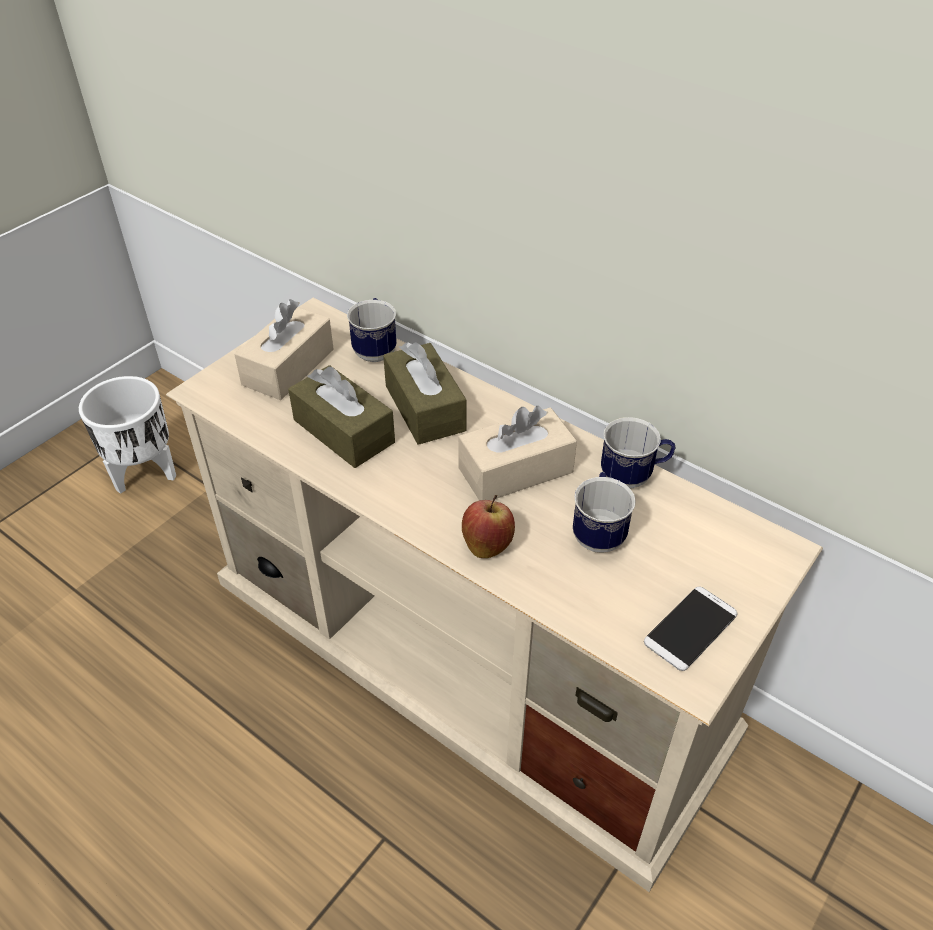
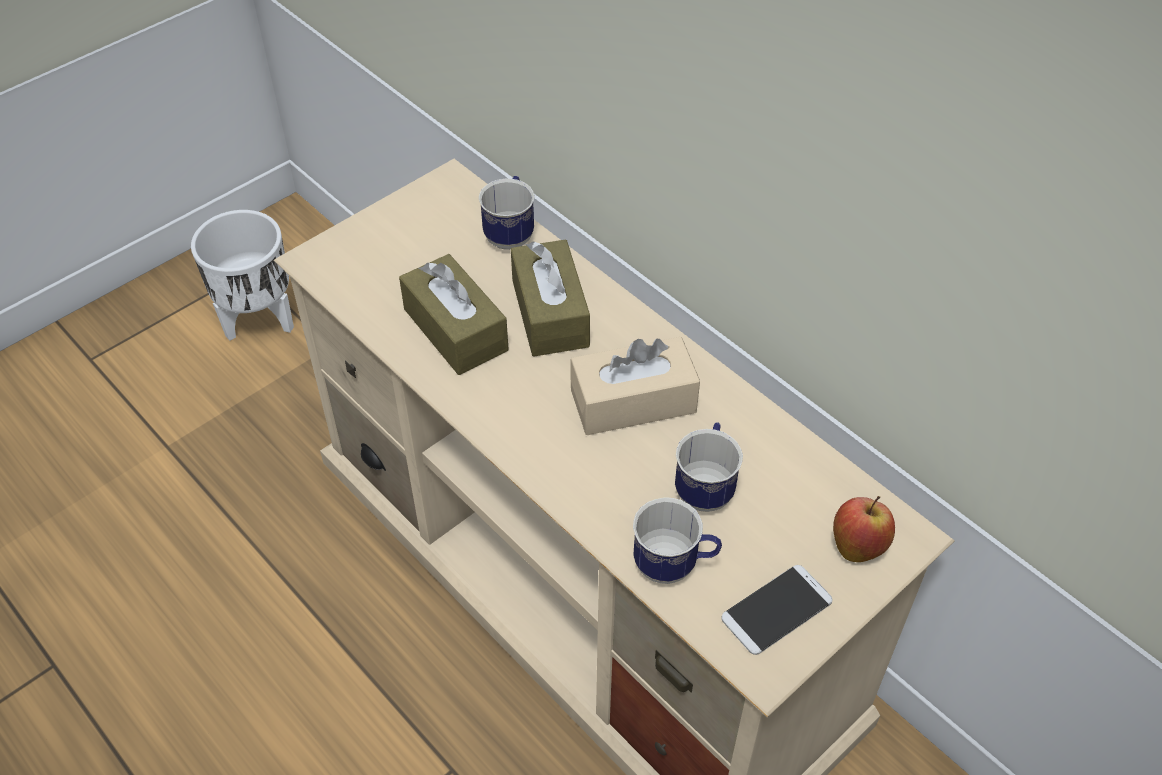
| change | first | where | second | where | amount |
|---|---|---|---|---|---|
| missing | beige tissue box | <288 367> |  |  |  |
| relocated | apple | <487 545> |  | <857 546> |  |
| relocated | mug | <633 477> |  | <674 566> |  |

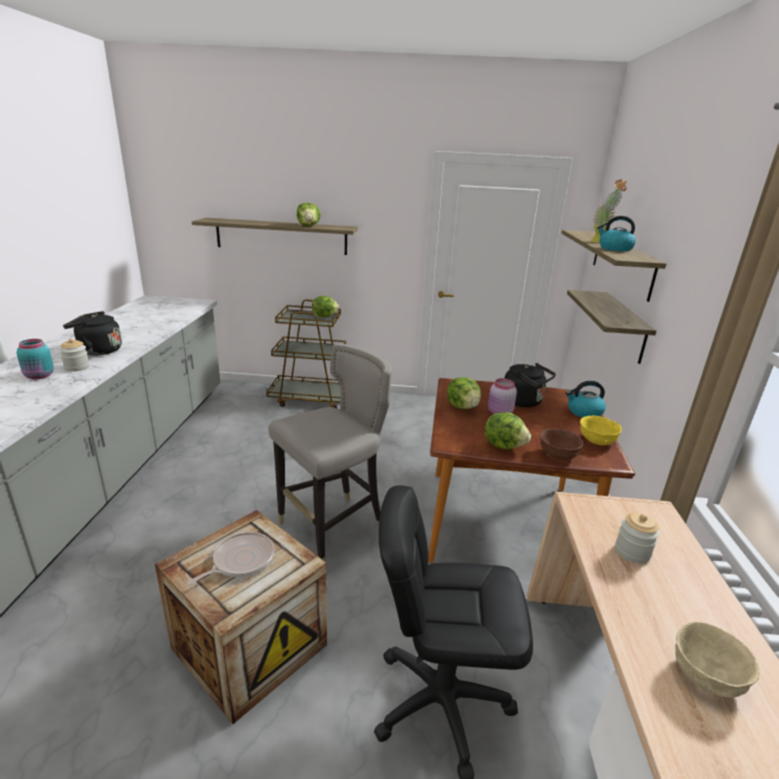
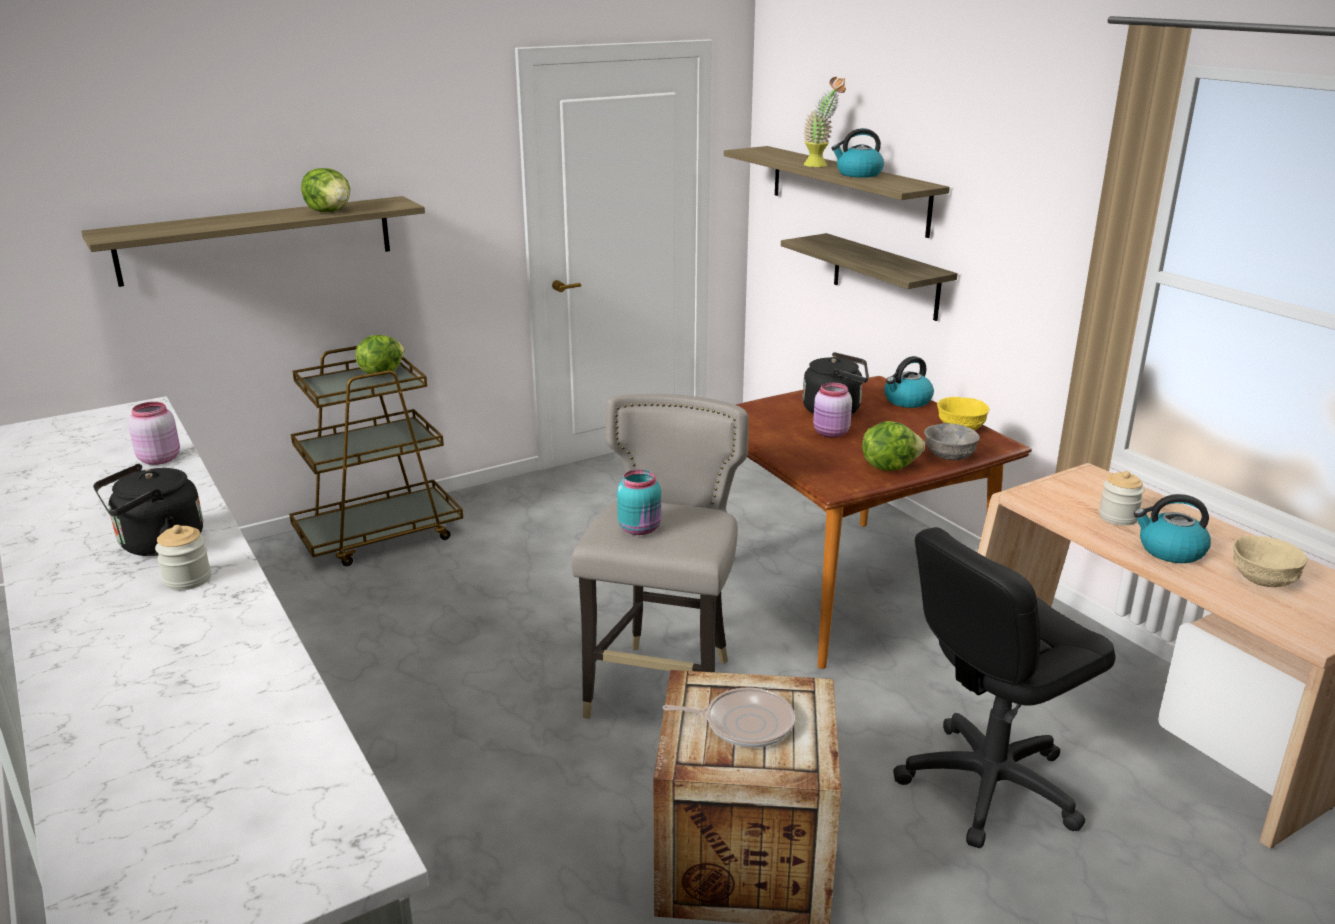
| change | first | where | second | where | amount |
|---|---|---|---|---|---|
| missing | lettuce | <463 407> |  |  |  |
| appeared |  |  | pink jar | <159 458> |  |
| appeared |  |  | kettle | <1170 551> |  |
| relocated | turquoise jar | <40 376> |  | <641 528> |  |
| colour | brown bowl | <557 455> | grey bowl | <948 456> |  |
| spun | frying pan | <240 560> |  | <744 724> | 90 degrees clockwise |

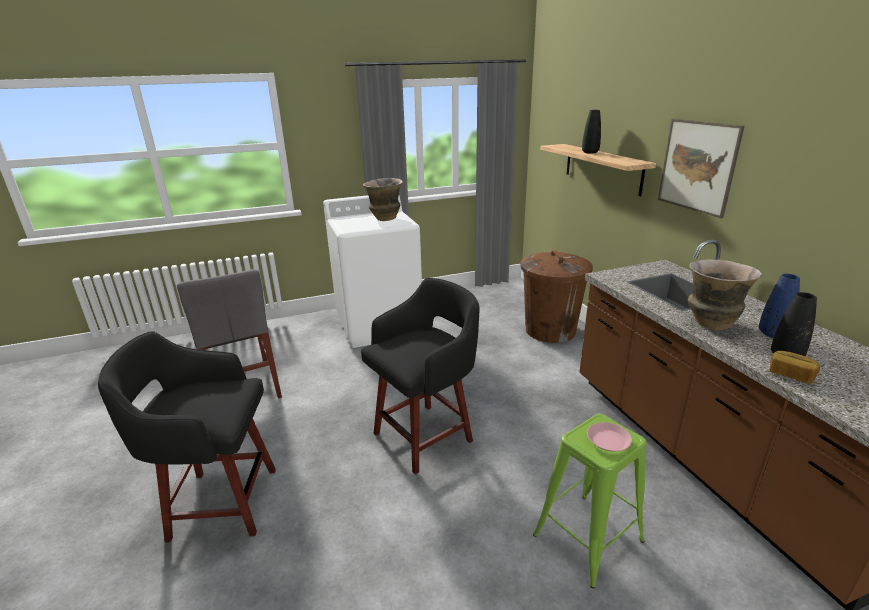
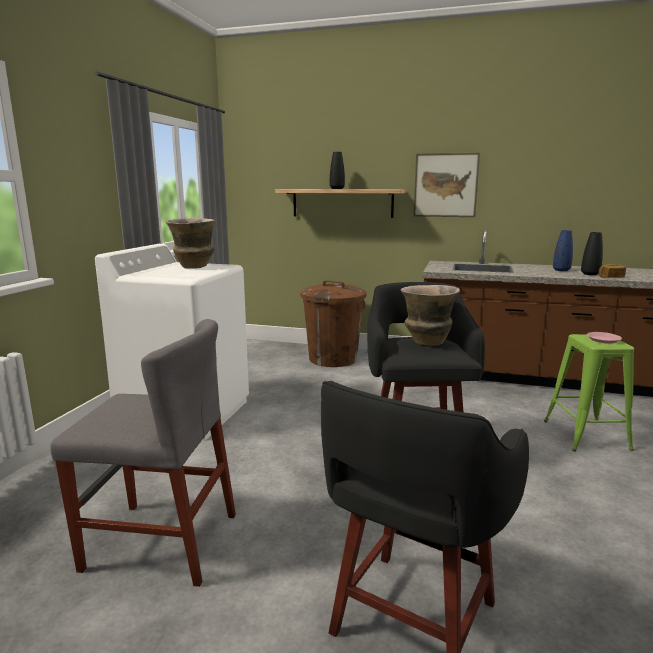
| change | first | where | second | where | amount |
|---|---|---|---|---|---|
| relocated | vase | <710 323> |  | <426 342> |  |

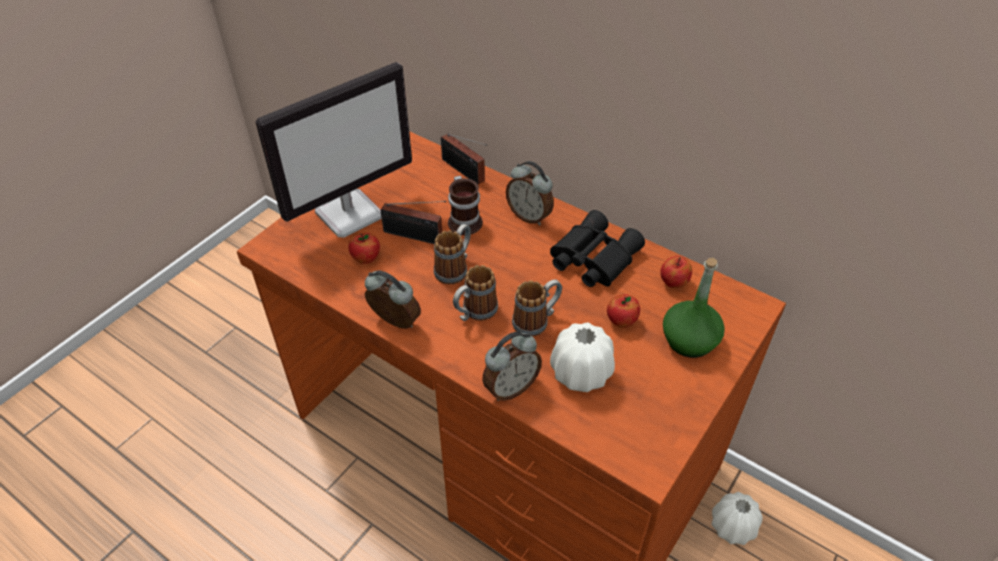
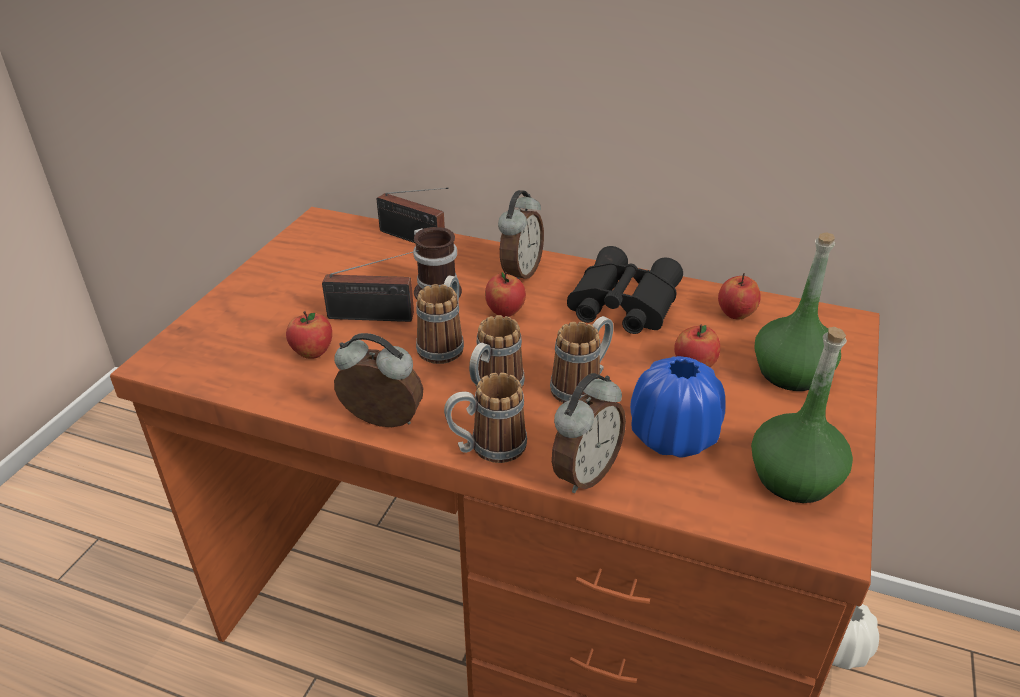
| change | first | where | second | where | amount |
|---|---|---|---|---|---|
| missing | monitor | <350 213> |  |  |  |
| appeared |  |  | mug | <487 448> |  |
| appeared |  |  | apple | <505 312> |  |
| appeared |  |  | green bottle | <794 477> |  |
| colour | white vase | <581 373> | blue vase | <673 436> |  |
| spun | alarm clock | <529 216> |  | <520 273> | 90 degrees counterclockwise |

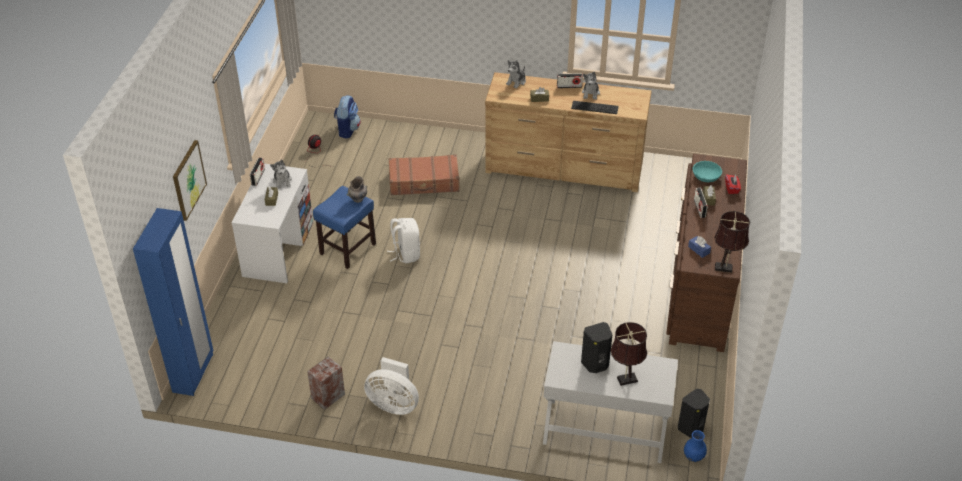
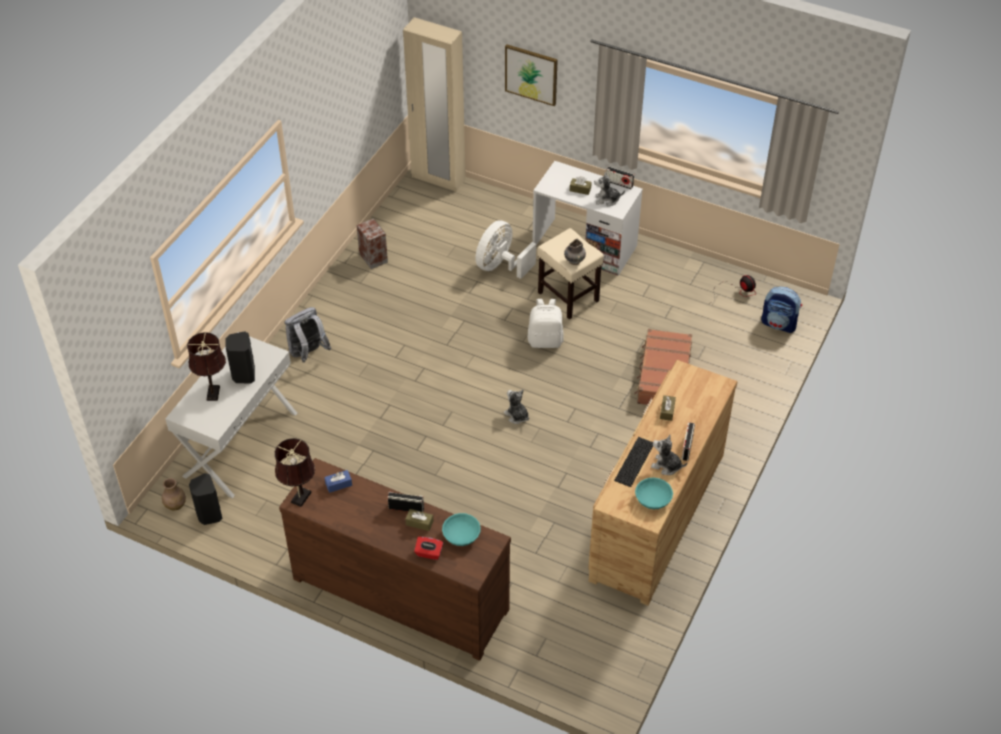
| change | first | where | second | where | amount |
|---|---|---|---|---|---|
| appeared |  |  | grey backpack | <308 353> |  |
| appeared |  |  | turquoise bowl | <653 498> |  |
| relocated | white fan | <393 404> |  | <501 266> |  |
| relocated | plush toy | <516 82> |  | <517 416> |  |
| colour | blue wardrobe | <193 373> | beige wardrobe | <438 179> |  |
| colour | blue stool | <347 249> | beige stool | <567 296> |  |
| colour | blue vase | <693 456> | brown vase | <176 505> |  |

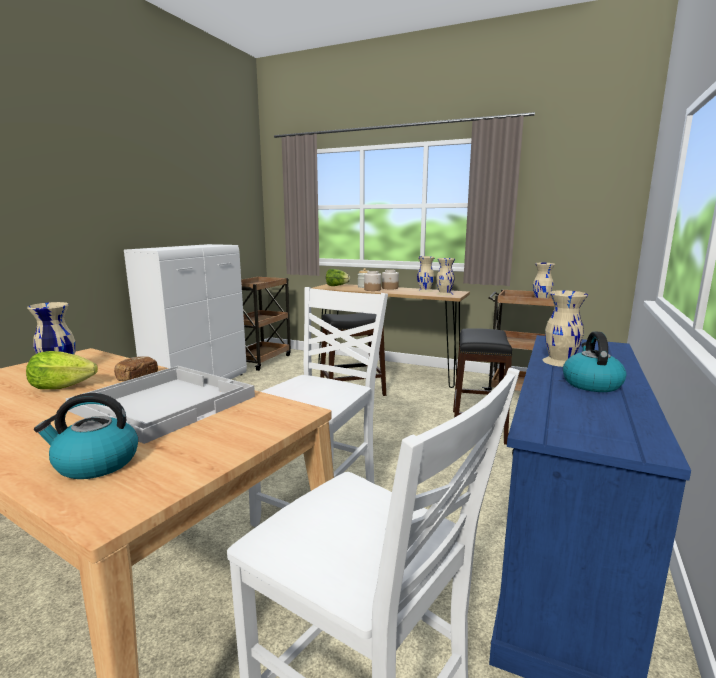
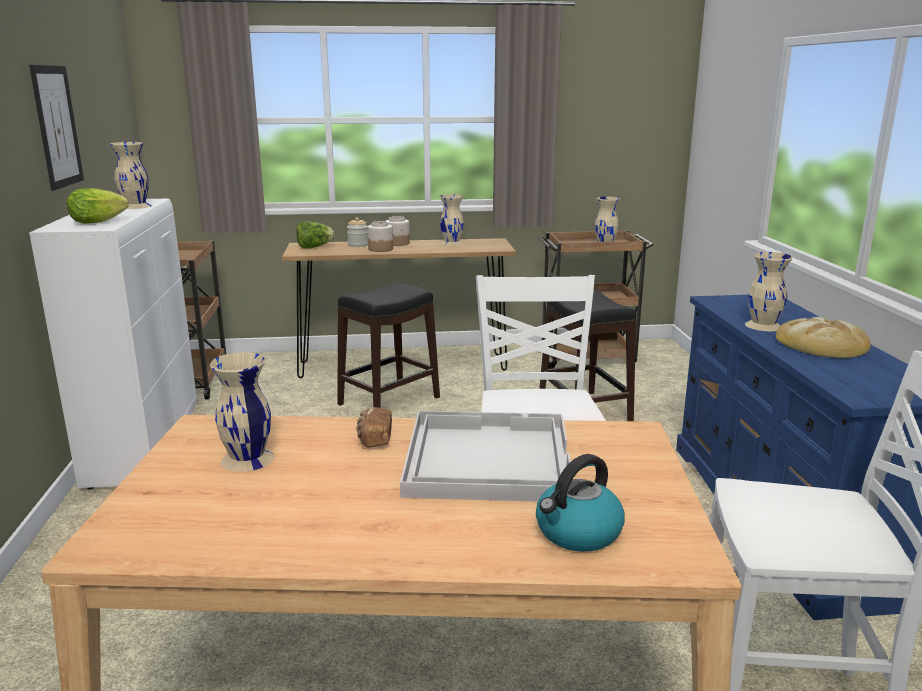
| change | first | where | second | where | amount |
|---|---|---|---|---|---|
| appeared |  |  | picture | <57 126> |  |
| relocated | lettuce | <62 387> |  | <97 222> |  |
| relocated | beige vase | <444 294> |  | <135 206> |  |
| exchanged | kettle | <591 384> | bread | <822 345> |  |

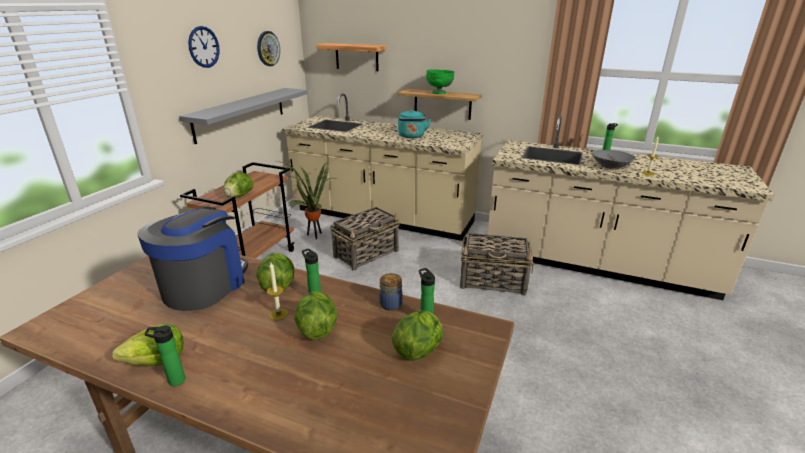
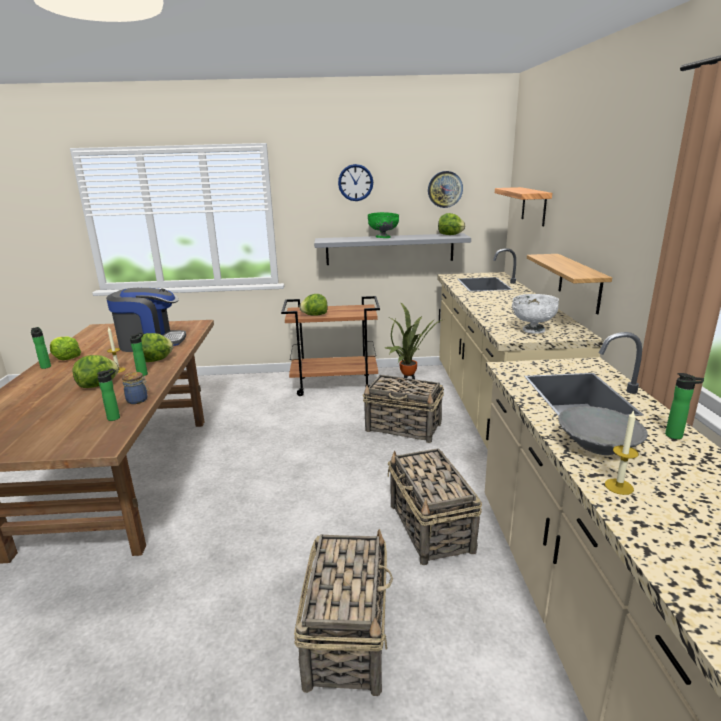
| change | first | where | second | where | amount |
|---|---|---|---|---|---|
| missing | turquoise kettle | <412 136> |  |  |  |
| appeared |  |  | basket | <347 636> |  |
| appeared |  |  | white bowl | <533 330> |  |
| relocated | lettuce | <418 350> |  | <450 235> |  |
| relocated | green bowl | <439 93> |  | <383 237> |  |

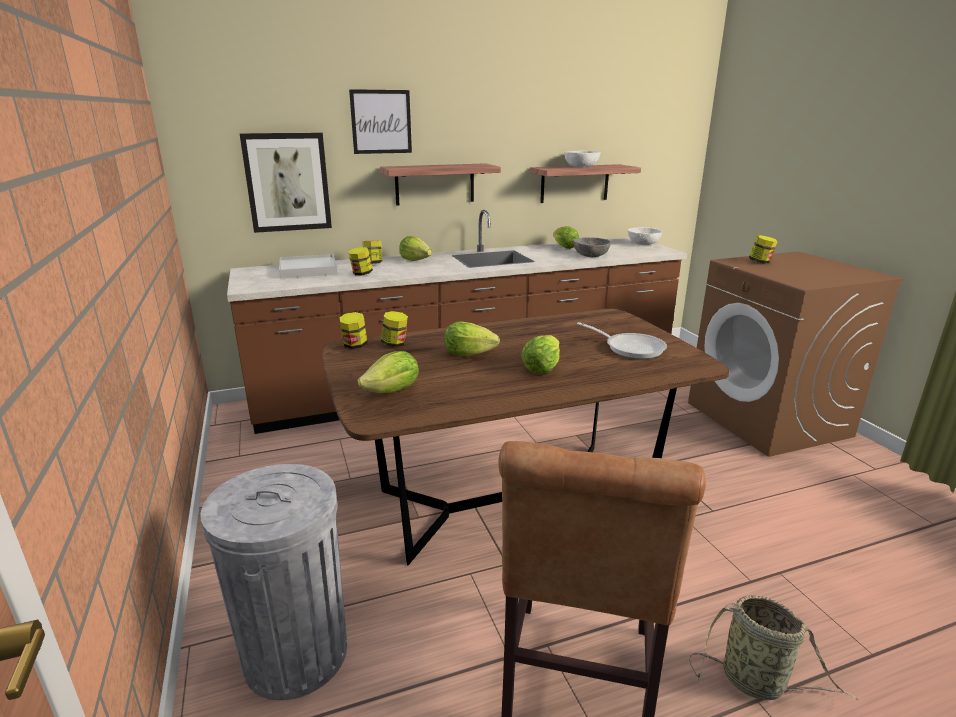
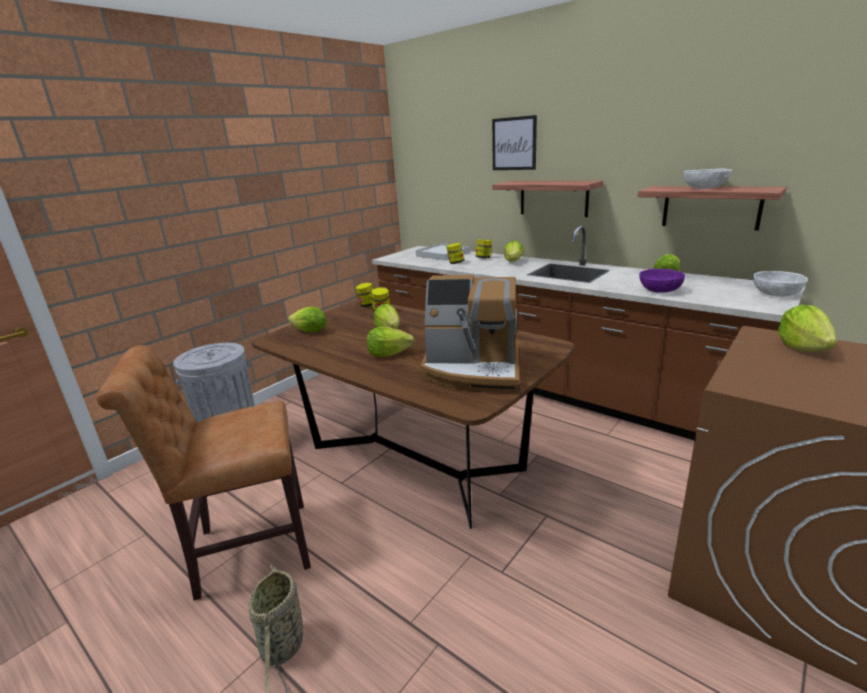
| change | first | where | second | where | amount |
|---|---|---|---|---|---|
| missing | picture | <287 182> |  |  |  |
| exchanged | frying pan | <630 348> | coffee machine | <473 370> |  |
| exchanged | jar | <760 262> | lettuce | <803 347> |  |
| colour | grey bowl | <590 255> | purple bowl | <660 290> |  |

